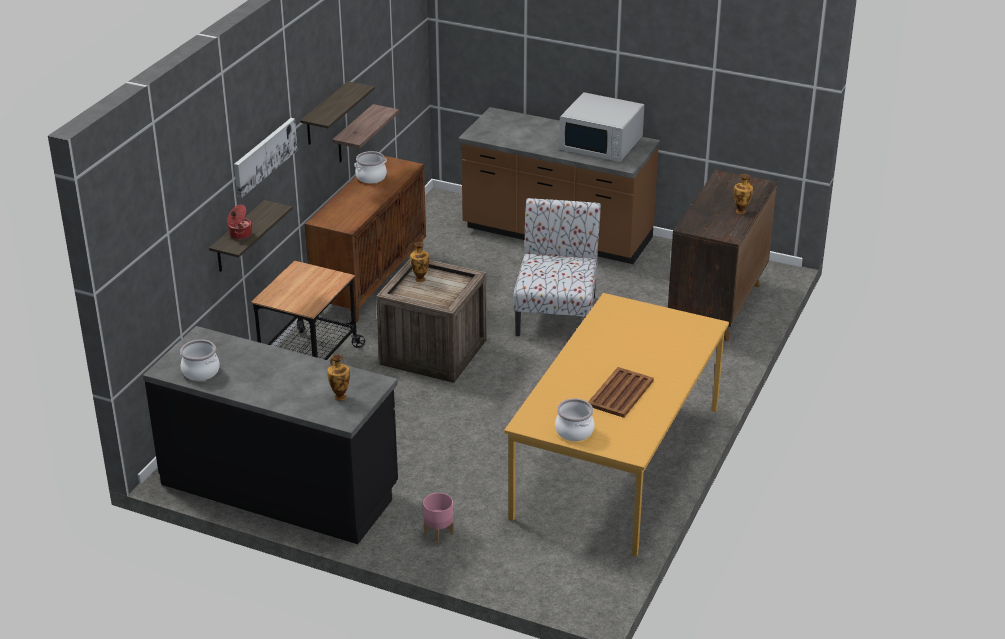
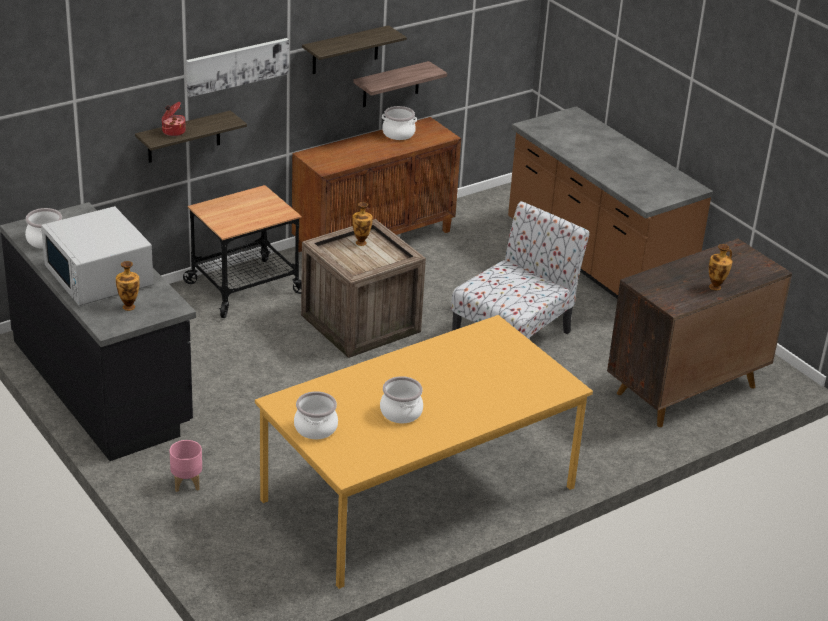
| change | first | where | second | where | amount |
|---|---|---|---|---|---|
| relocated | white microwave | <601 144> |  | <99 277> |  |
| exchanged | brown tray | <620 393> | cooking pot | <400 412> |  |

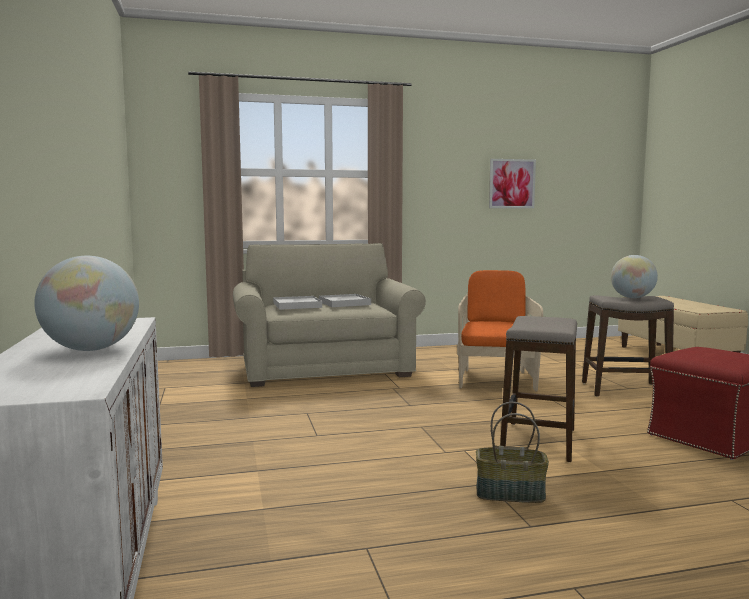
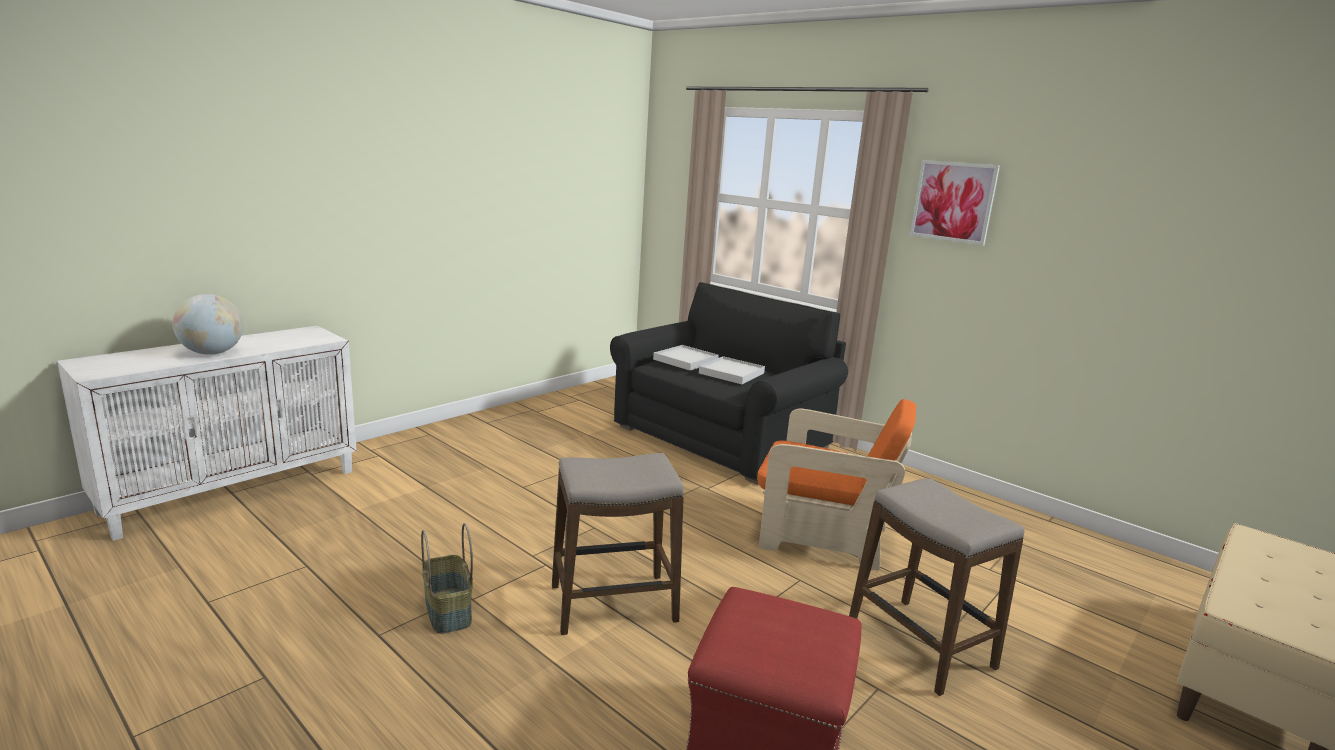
| change | first | where | second | where | amount |
|---|---|---|---|---|---|
| missing | globe | <632 298> |  |  |  |
| relocated | picture | <511 183> |  | <953 201> |  |
| colour | beige sofa | <325 368> | black sofa | <721 439> |  |
| spun | orange armchair | <496 379> |  | <822 536> | 45 degrees clockwise |

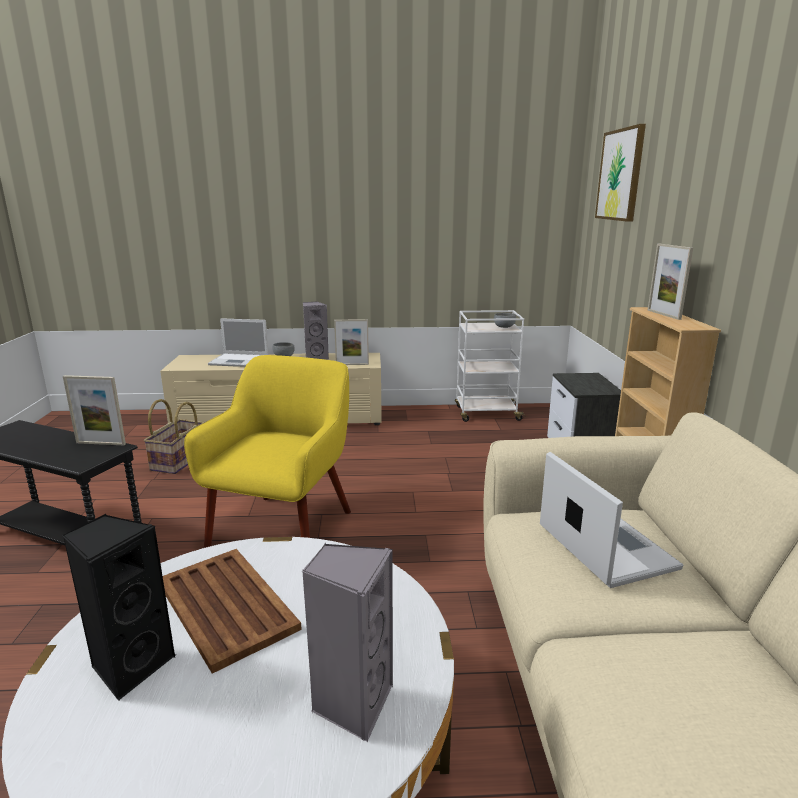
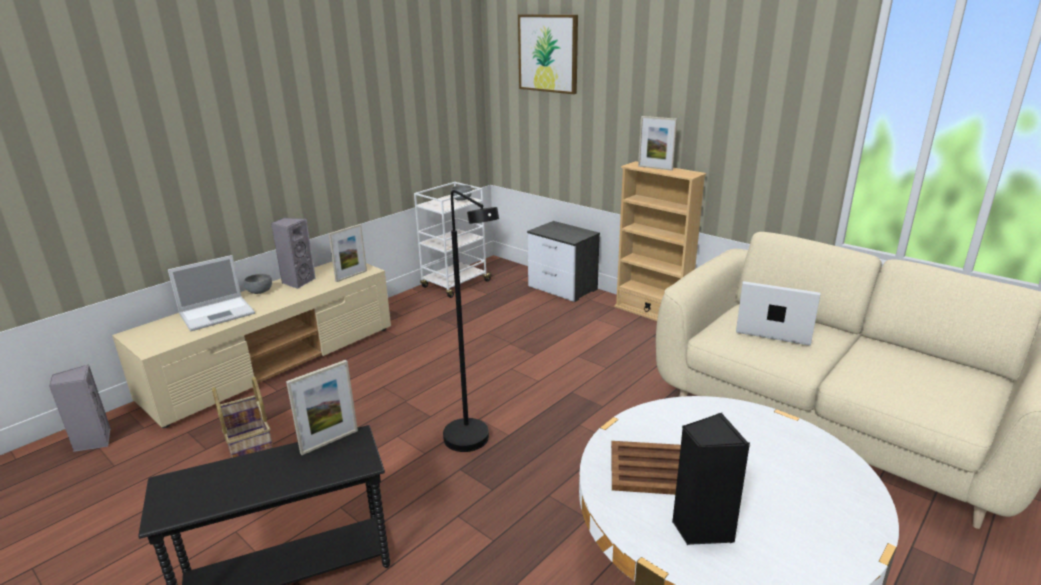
| change | first | where | second | where | amount |
|---|---|---|---|---|---|
| relocated | grey speaker | <352 703> |  | <93 441> |  |
| exchanged | yellow armchair | <285 529> | black floor lamp | <473 444> |  |

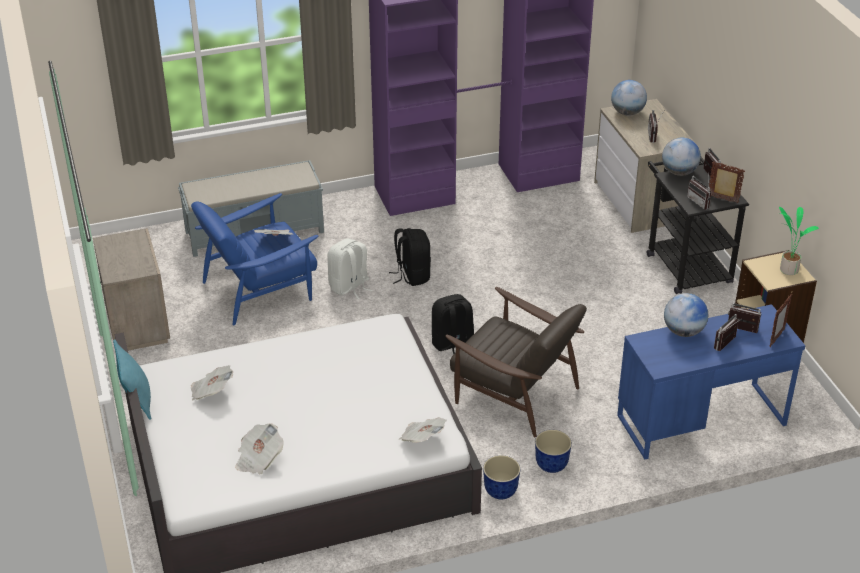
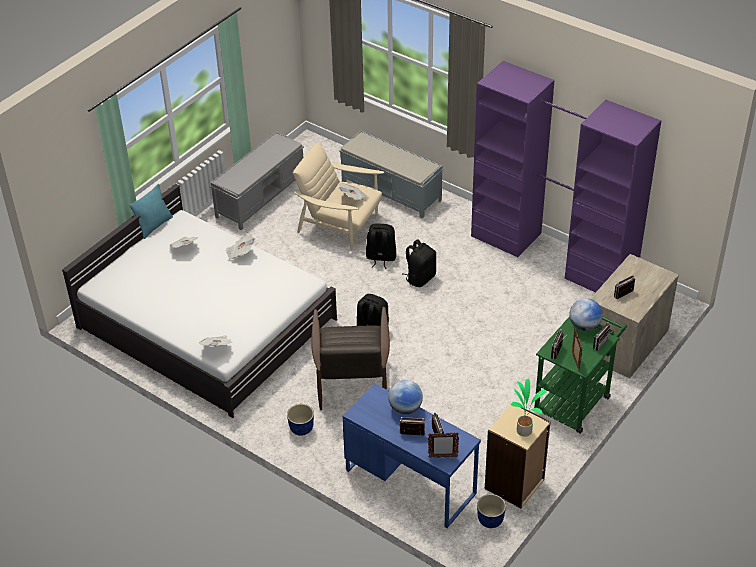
| change | first | where | second | where | amount |
|---|---|---|---|---|---|
| missing | globe | <627 113> |  |  |  |
| relocated | newspaper | <259 459> |  | <240 253> |  |
| relocated | planter | <500 491> |  | <490 520> |  |
| exchanged | beige nightstand | <136 324> | grey bench | <261 196> |  |
| colour | blue armchair | <260 289> | beige armchair | <340 224> |  |
| colour | white backpack | <349 287> | black backpack | <380 258> |  |
| colour | black cart | <685 264> | green cart | <575 399> |  |

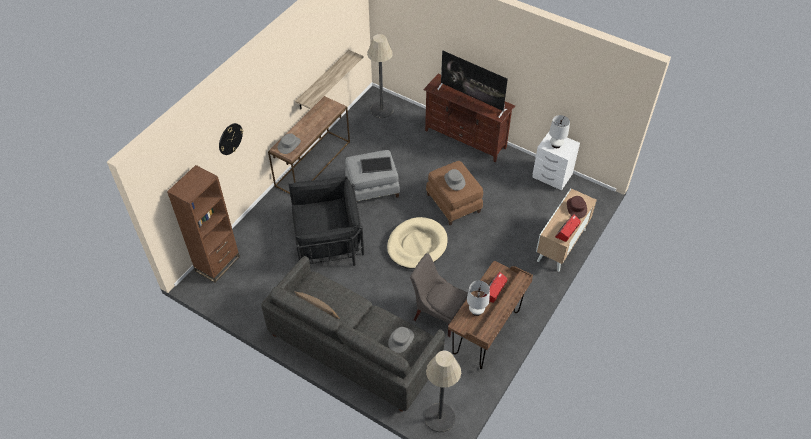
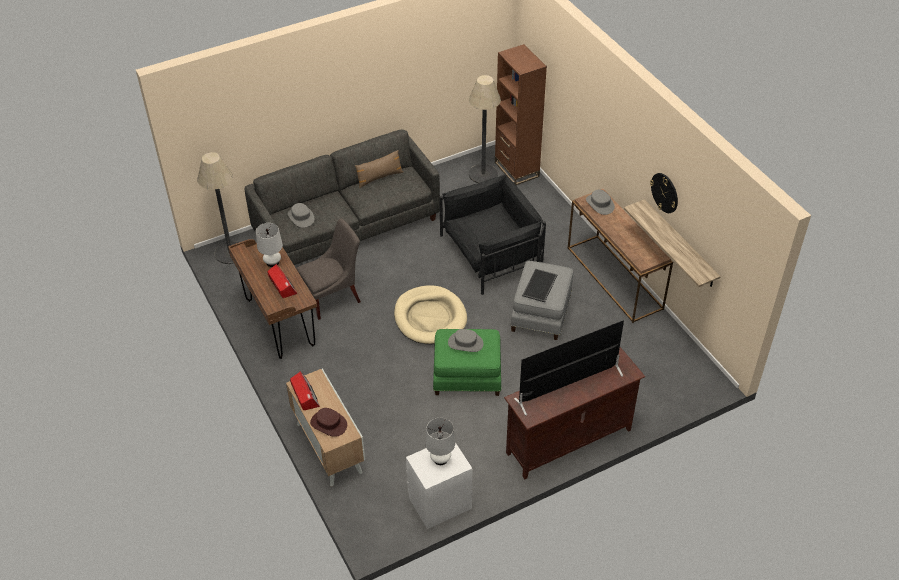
| change | first | where | second | where | amount |
|---|---|---|---|---|---|
| relocated | wall clock | <230 138> |  | <664 192> |  |
| relocated | floor lamp | <381 110> |  | <483 174> |  |
| colour | brown ottoman | <454 203> | green ottoman | <467 377> |  |
| spun | black armchair | <327 238> |  | <493 253> | 135 degrees counterclockwise |

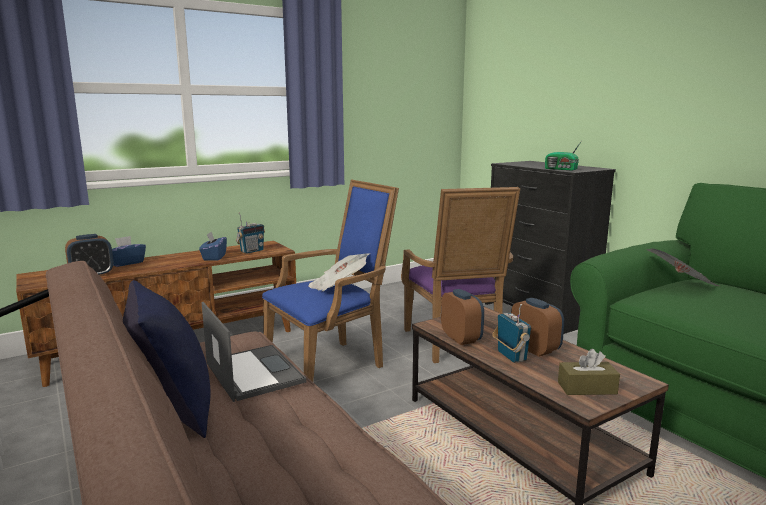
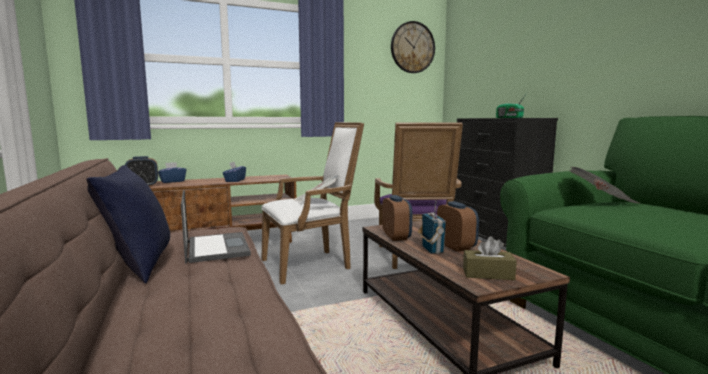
| change | first | where | second | where | amount |
|---|---|---|---|---|---|
| missing | radio | <251 251> |  |  |  |
| appeared |  |  | wall clock | <412 47> |  |
| colour | blue armchair | <331 363> | white armchair | <311 264> |  |

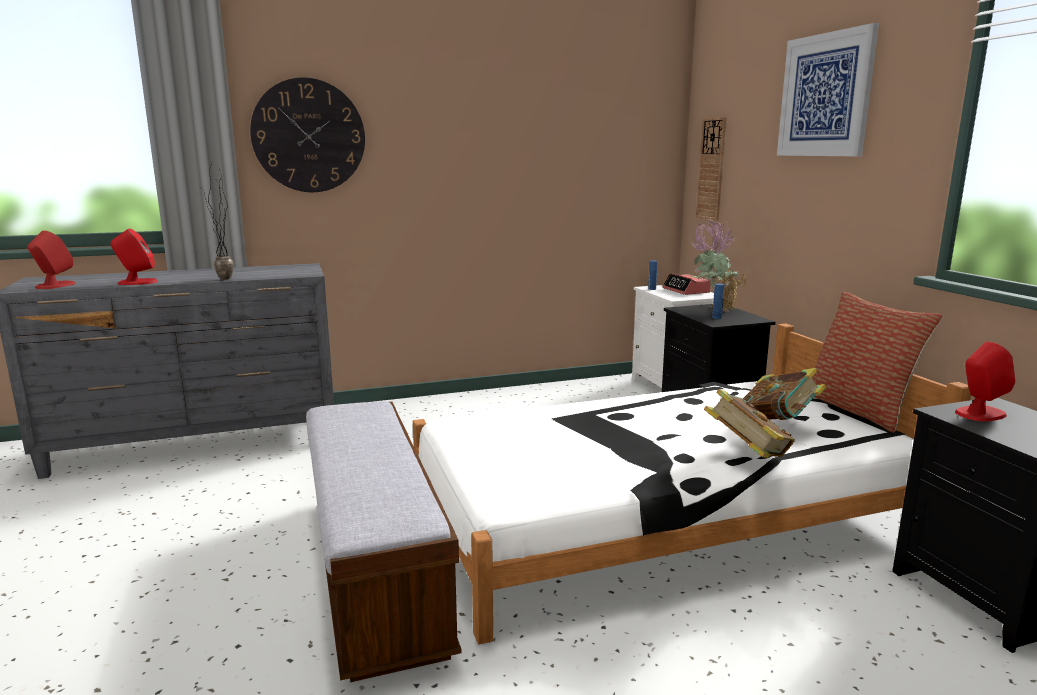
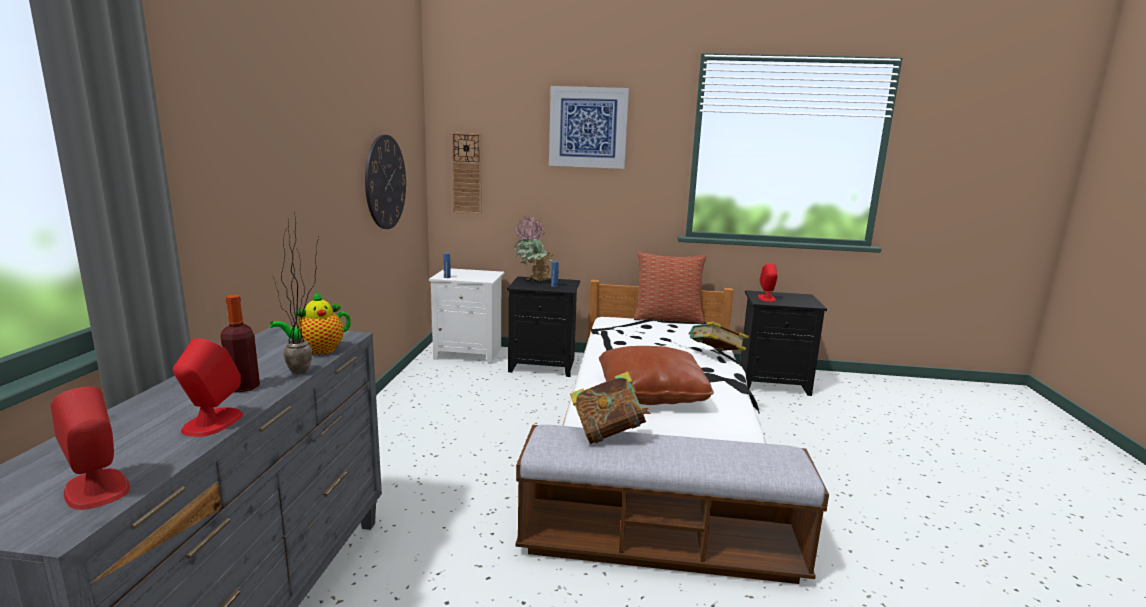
| change | first | where | second | where | amount |
|---|---|---|---|---|---|
| missing | alarm clock | <686 290> |  |  |  |
| appeared |  |  | bottle | <243 387> |  |
| appeared |  |  | teapot | <317 351> |  |
| appeared |  |  | brown pillow | <651 393> |  |
| relocated | wall clock | <308 136> |  | <385 182> |  |
| relocated | book | <777 424> |  | <608 433> |  |

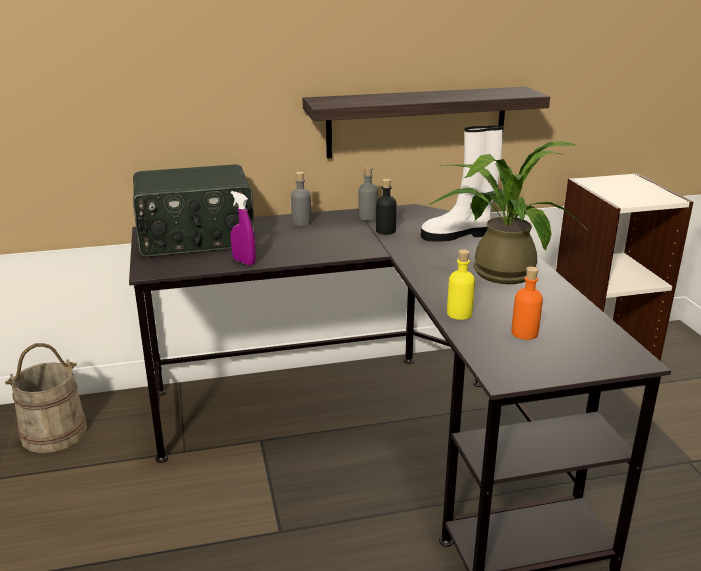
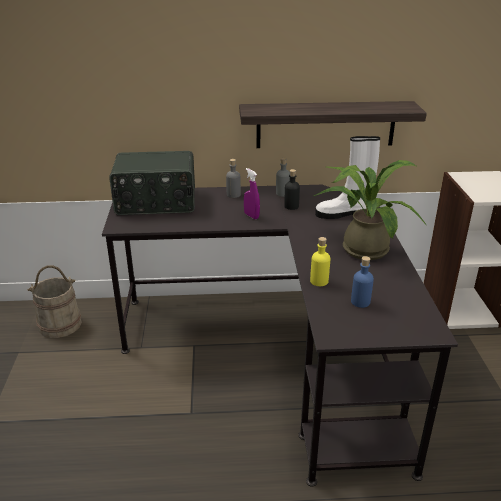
| change | first | where | second | where | amount |
|---|---|---|---|---|---|
| relocated | purple spray bottle | <244 262> |  | <251 216> |  |
| colour | orange bottle | <524 333> | blue bottle | <360 302> |  |

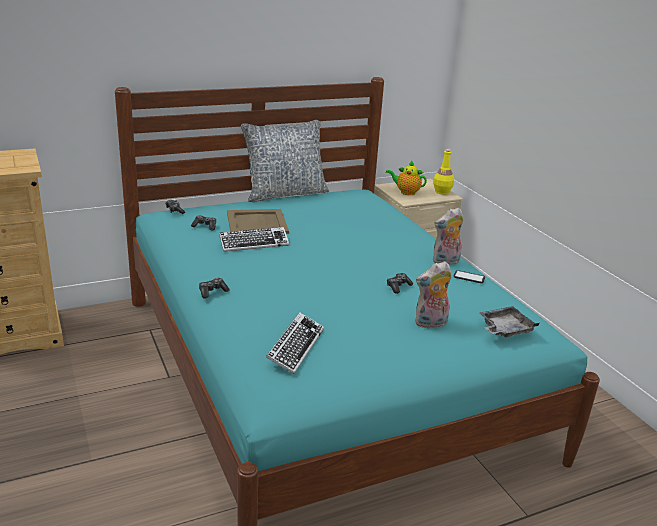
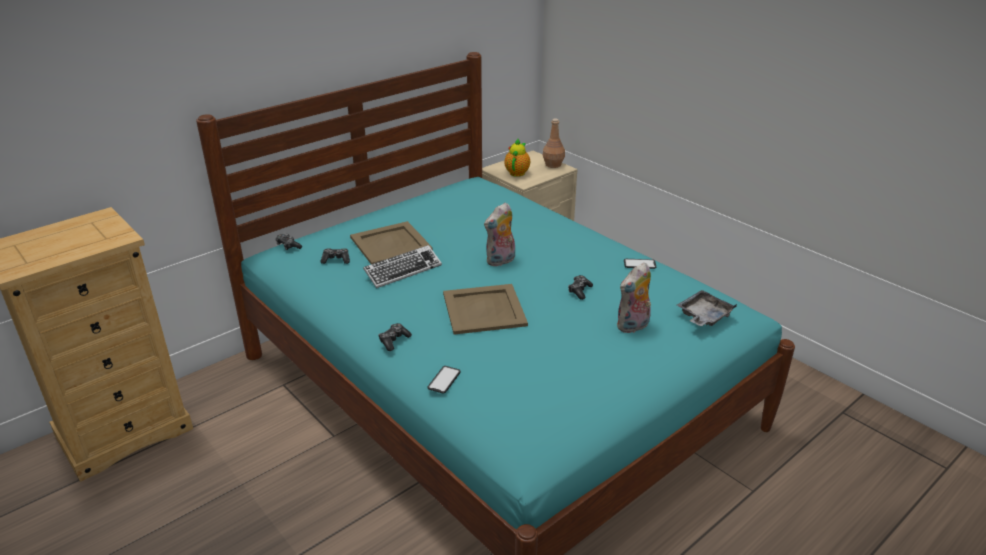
| change | first | where | second | where | amount |
|---|---|---|---|---|---|
| missing | pillow | <285 193> |  |  |  |
| missing | keyboard | <295 347> |  |  |  |
| appeared |  |  | phone | <444 380> |  |
| appeared |  |  | beige tray | <483 310> |  |
| relocated | plush toy | <446 262> |  | <501 261> |  |
| colour | yellow bottle | <442 192> | brown bottle | <553 165> |  |
| spun | teapot | <406 192> |  | <517 172> | 105 degrees clockwise |

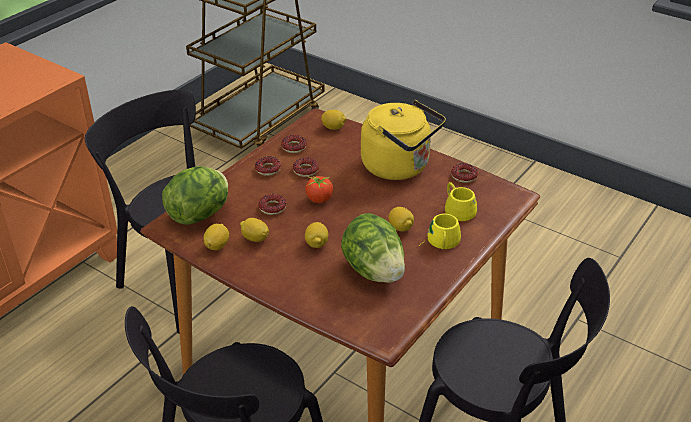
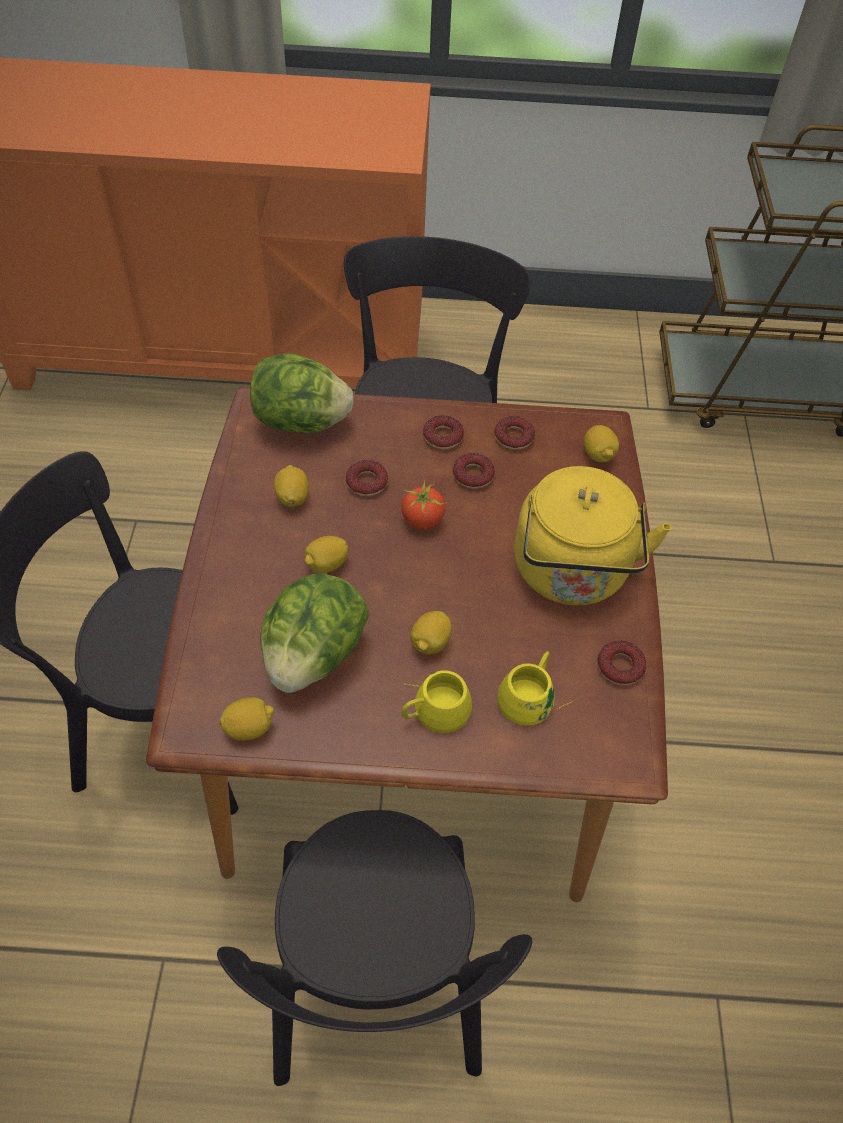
| change | first | where | second | where | amount |
|---|---|---|---|---|---|
| relocated | lemon | <217 245> |  | <249 728> |  |

